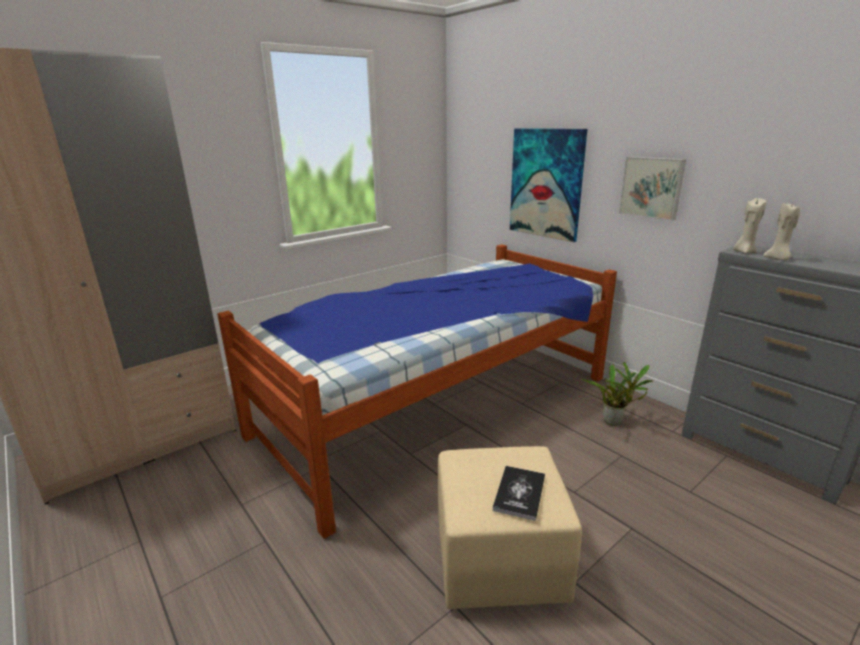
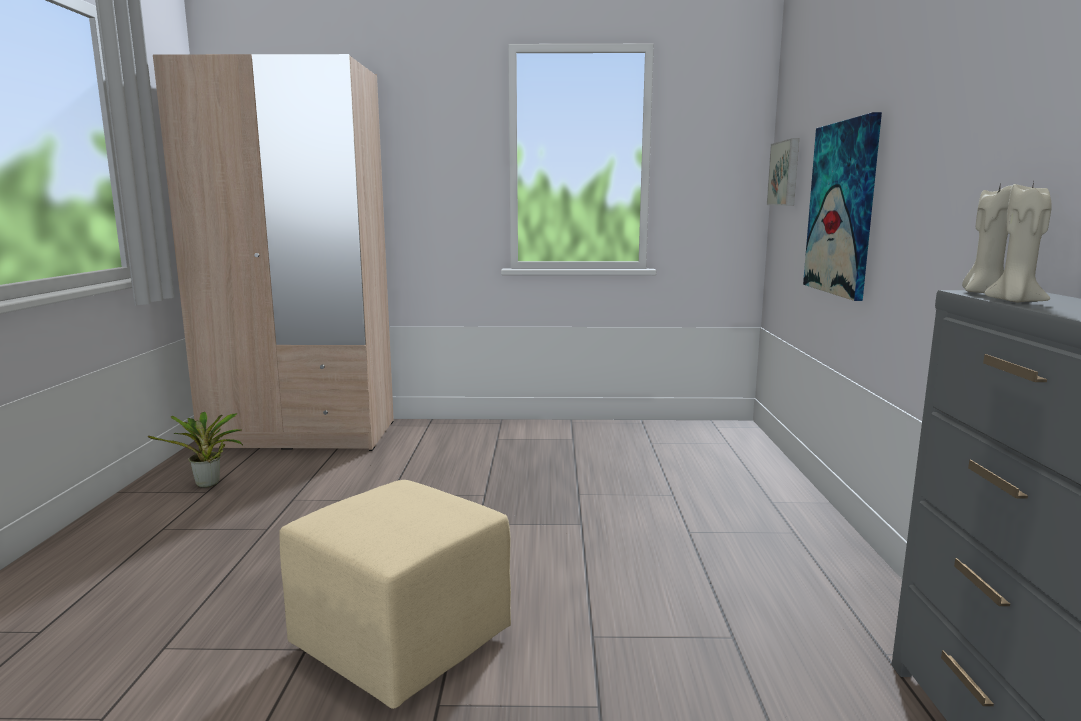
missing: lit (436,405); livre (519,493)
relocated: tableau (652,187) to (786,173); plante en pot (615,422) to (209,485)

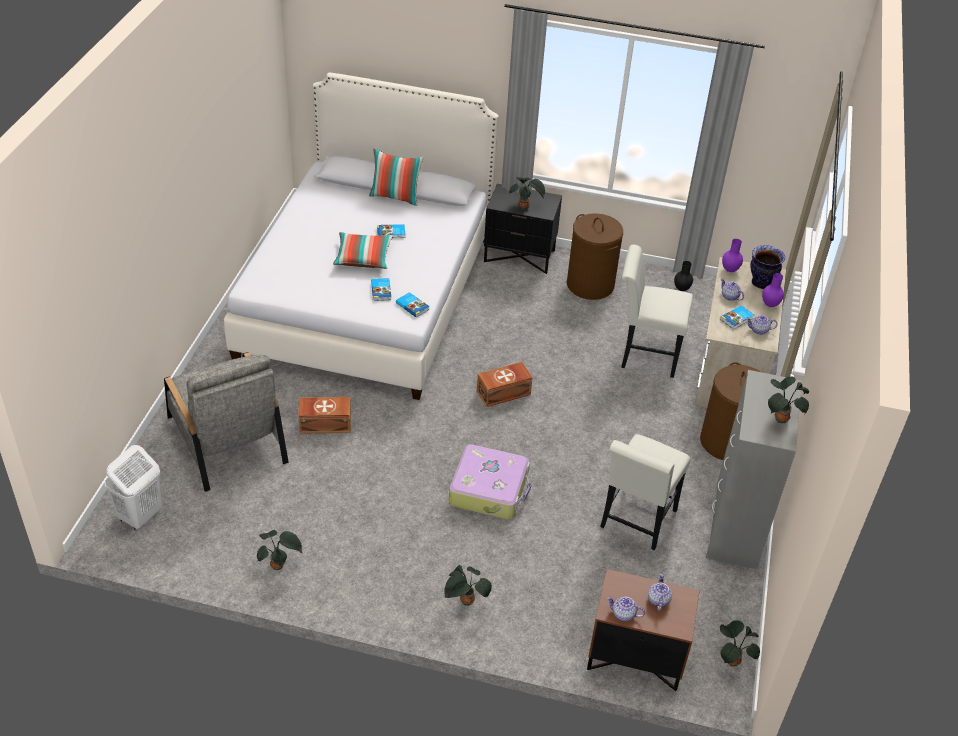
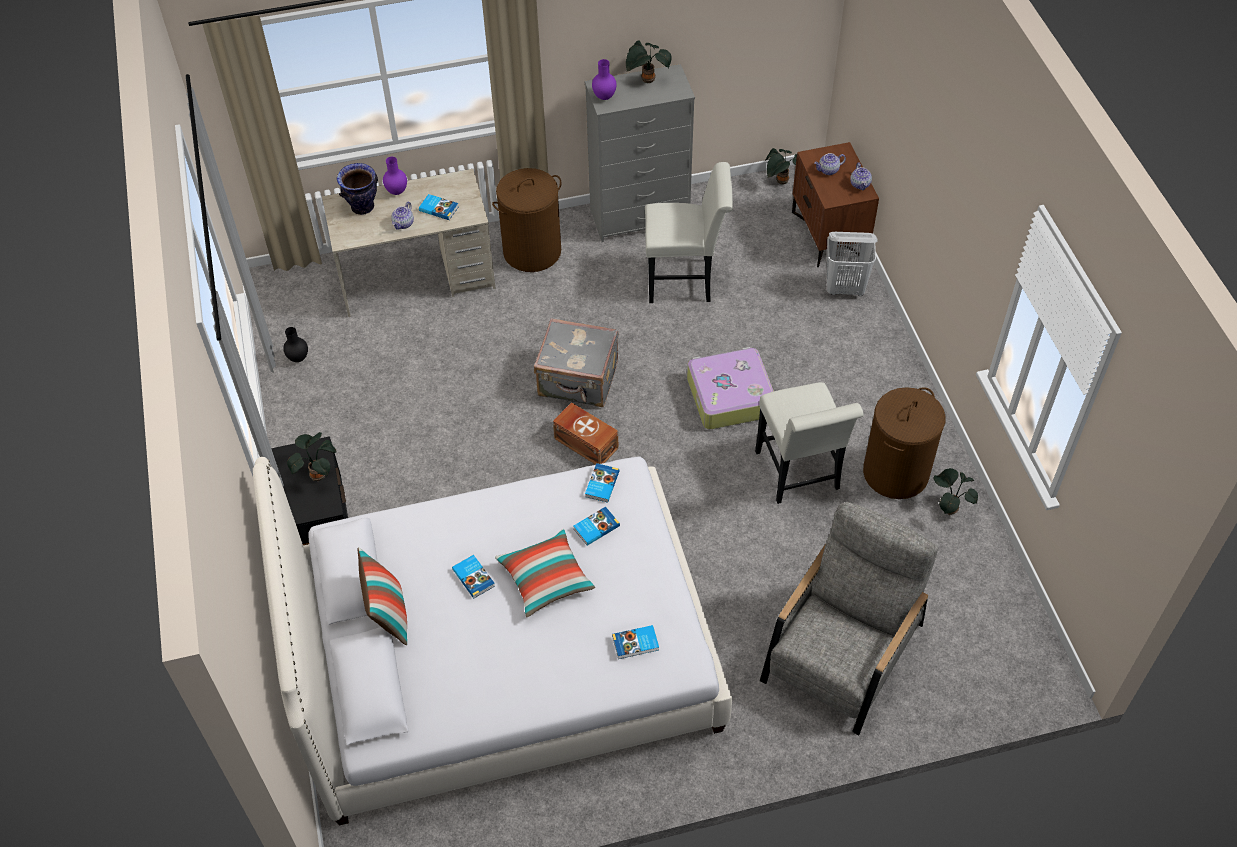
missing: théière (759,330); boîte de rangement (marron) (324,423); plante en pot (465,602)
appeared: valise (gris) (578,381); livre (636,644)
relocated: panier à linge (marron) (590,285) to (896,473); vase (violet) (729,270) to (605,97); chaise (blanc) (644,355) to (799,475); panier à linge (blanc) (140,516) to (845,288)

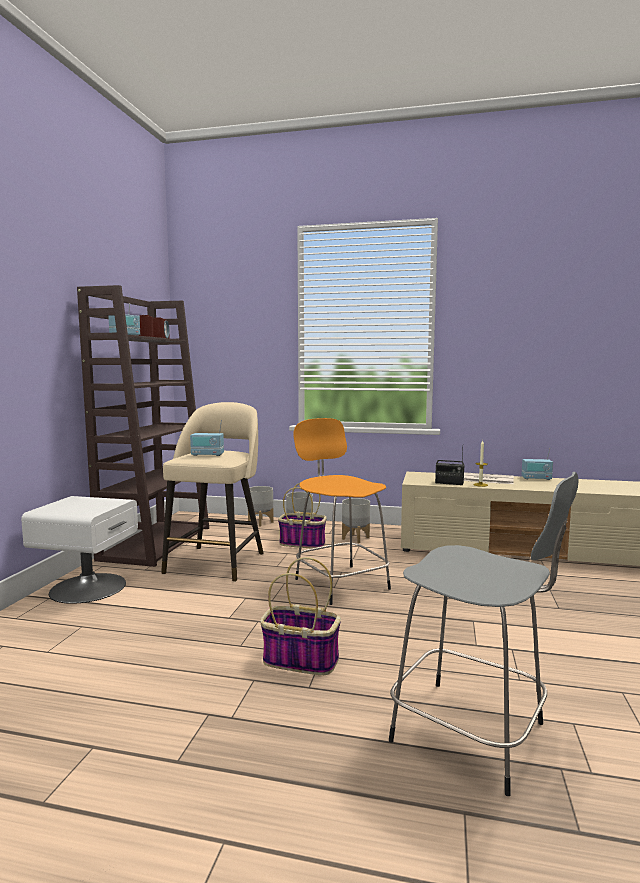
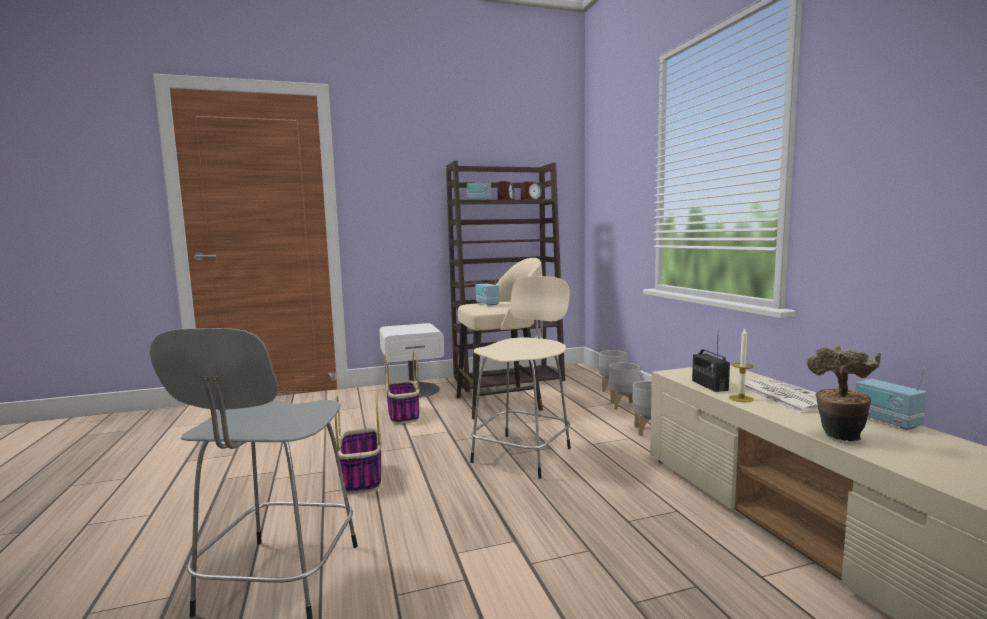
appeared: plante en pot (839,438)
relocated: panier (303,543) to (403,415)
colour: tabouret (orange) (340,582) to tabouret (beige) (523,453)

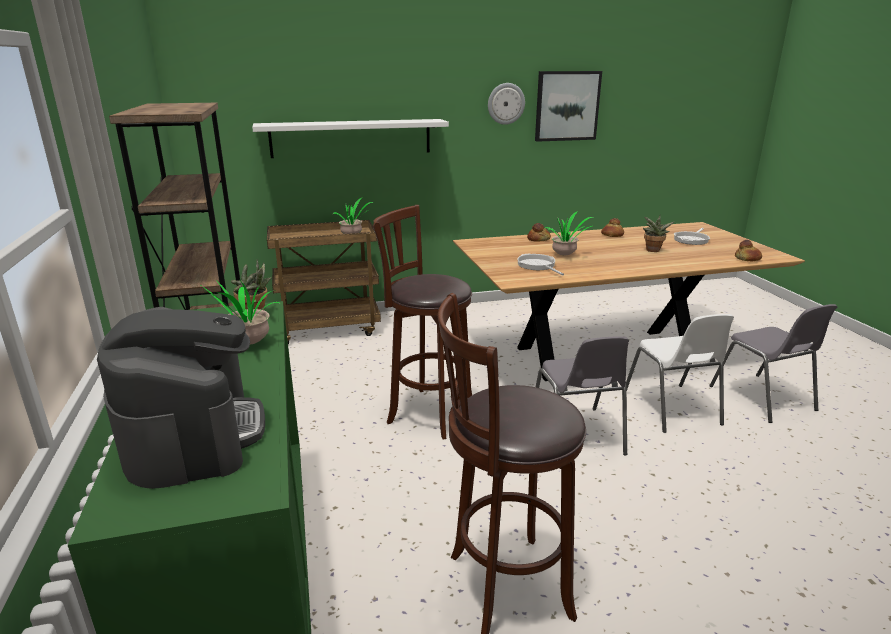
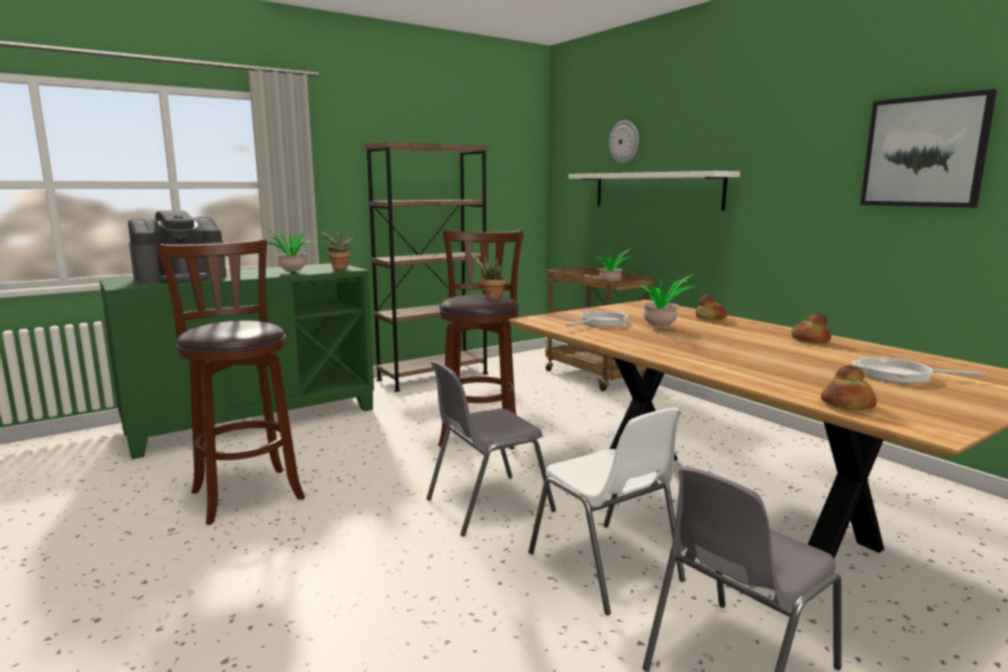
relocated: horloge murale (506,103) to (624,142); plante en pot (652,251) to (491,298)
spun: chaise (blanc) (672,409) = (606,567) 90 degrees counterclockwise

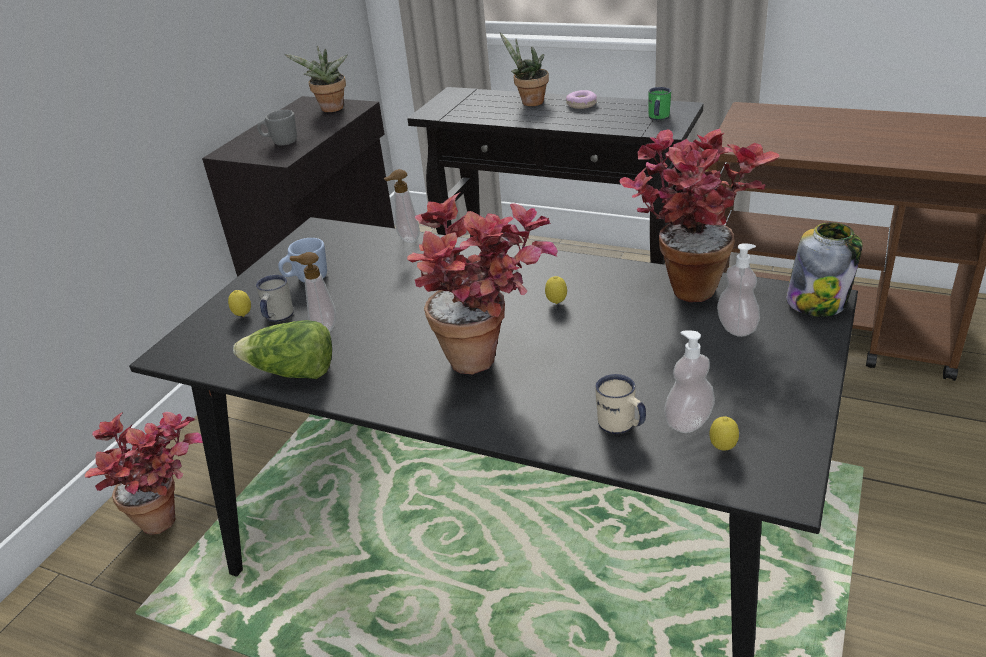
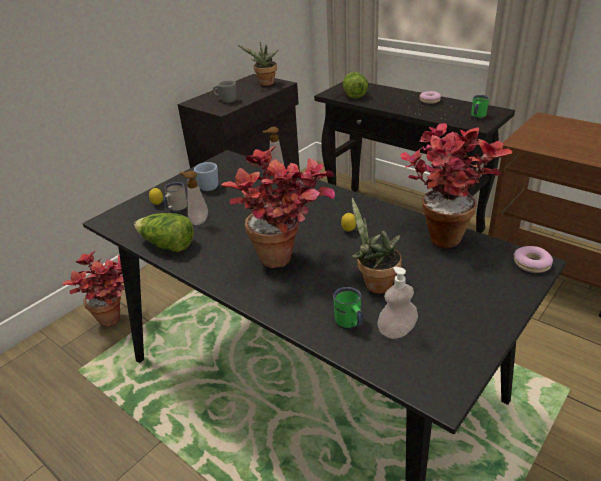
missing: distributeur de savon (736,328); citron (722,449)
appeared: laitue (354,94)
relocated: plante en pot (529,102) to (374,284)
exchanged: bocal (817,302) to beignet (531,264)
colour: mug (beige) (621,426) to mug (vert) (349,324)

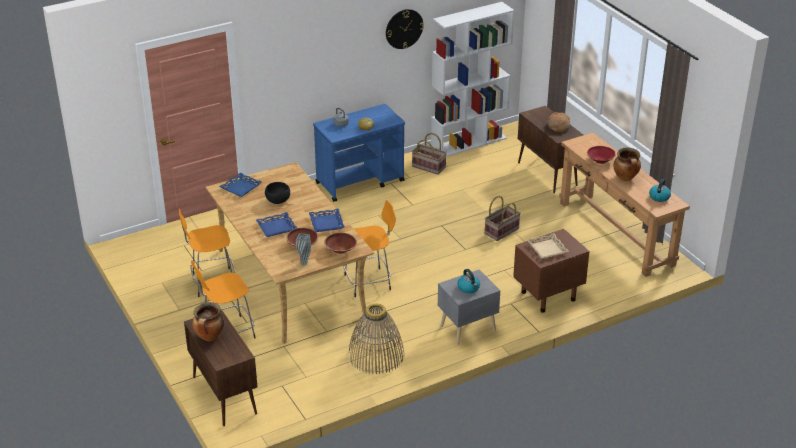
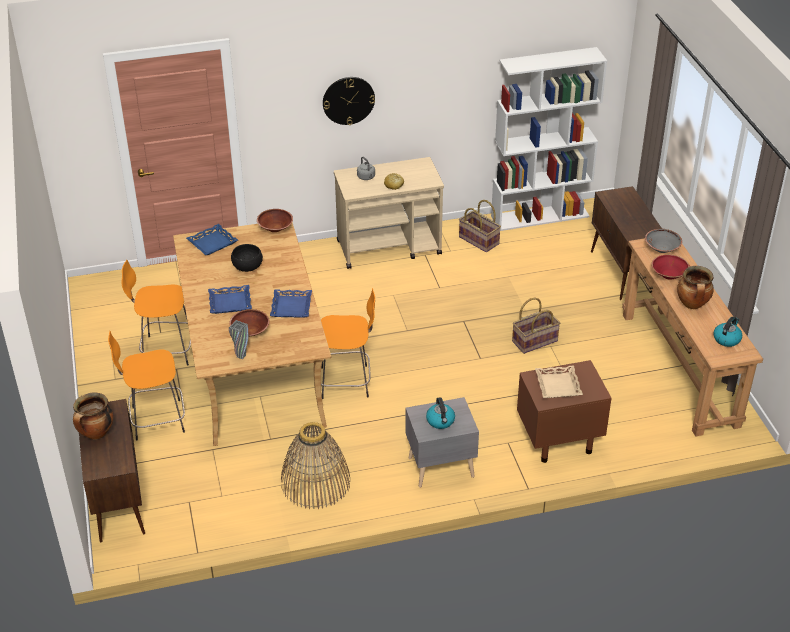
missing: pain (558,126)
appeared: bol (gris) (662,248)
relocated: horloge murale (404,28) to (348,100); bol (marron) (340,249) to (275,228)
colour: chariot (bleu) (360,182) to chariot (beige) (389,247)

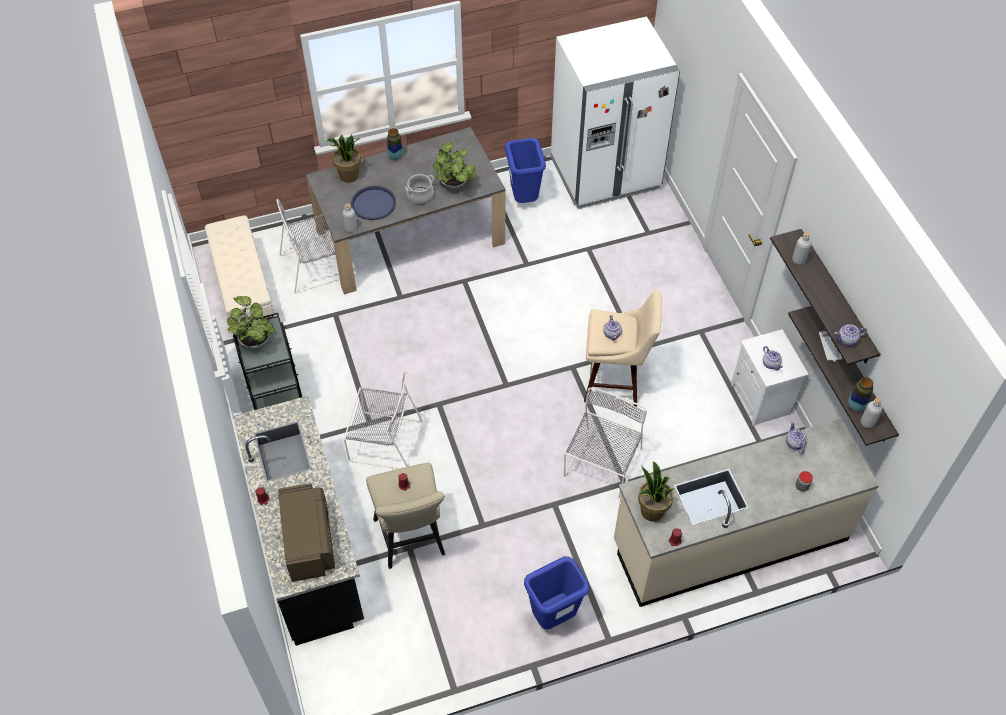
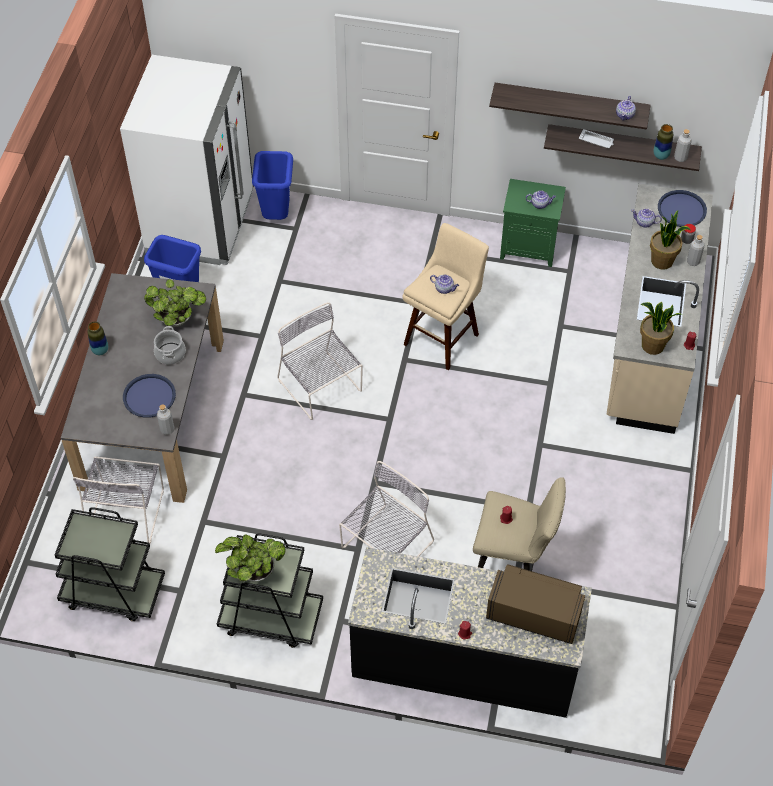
appeared: plateau (bleu) (682,209)
relocated: plante en pot (349,176) to (662,261); bouteille (gris) (798,260) to (693,261); chaise (gris) (601,465) to (321,387); poubelle (bleu) (554,616) to (276,215)
exchanged: banc (beige) (245,292) to chariot (noir) (113,592)
colour: table de chevet (blanc) (762,400) to table de chevet (vert) (529,247)

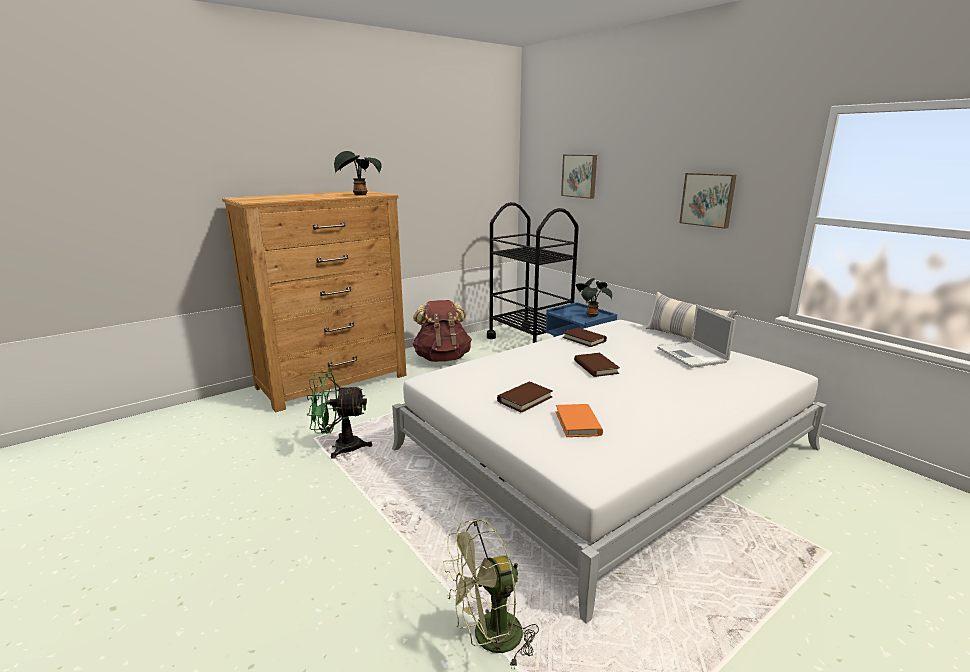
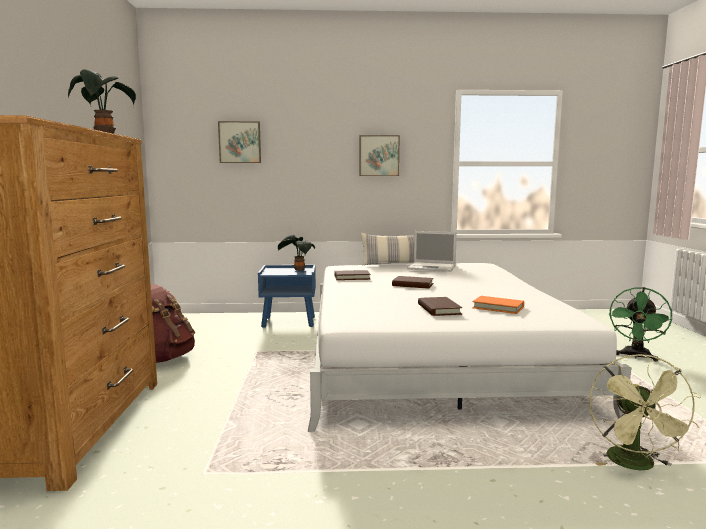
missing: chariot (noir) (529,342)
relocated: ventilateur (vert) (340,447) to (636,356)

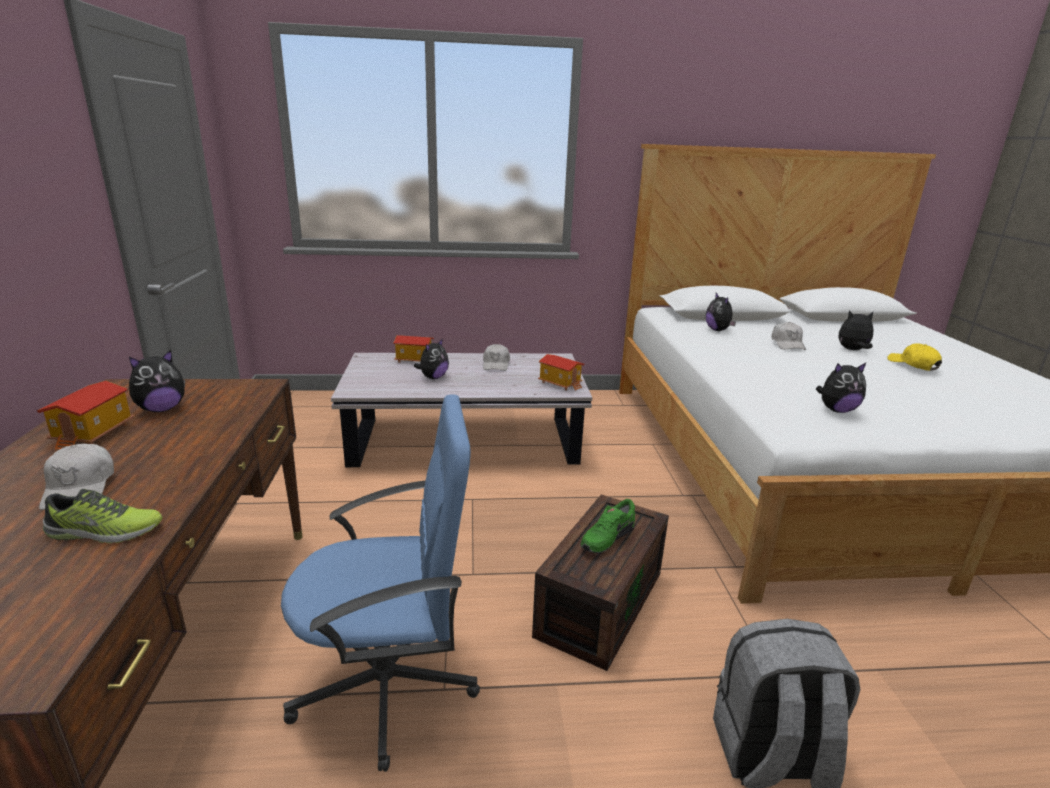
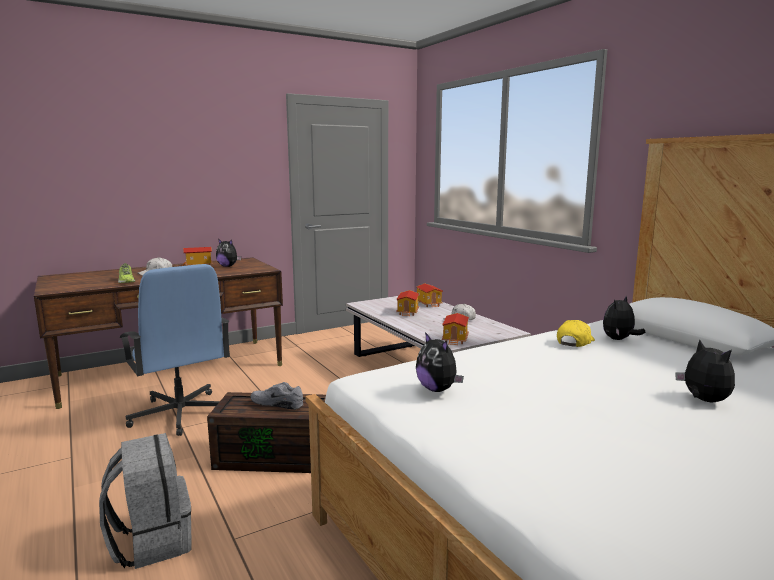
missing: casquette (blanc) (787,344)
relocated: casquette (jaune) (913,364) to (575,342)
exchanged: peluche (433,377) to maison miniature (408,312)
colour: chaussure (vert) (606,537) to chaussure (gris) (277,404)

